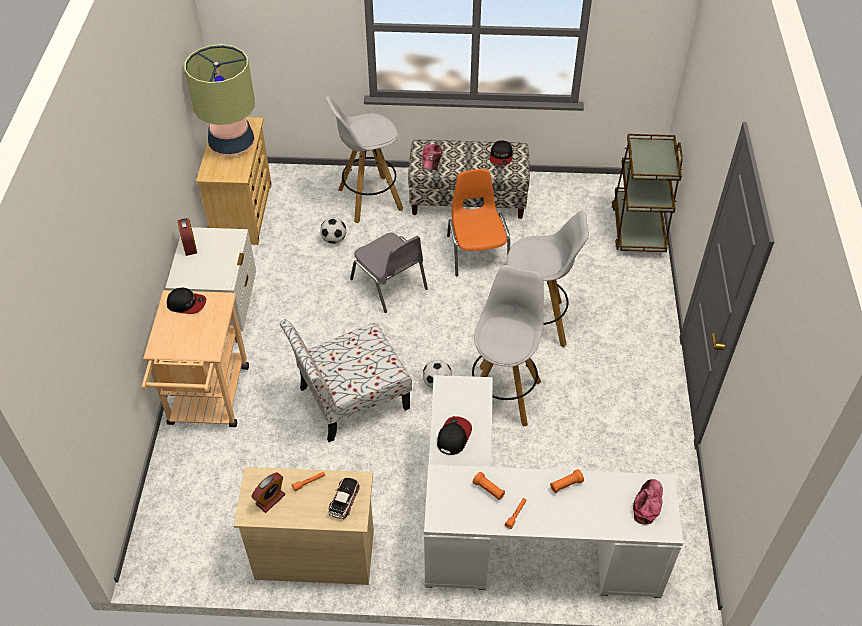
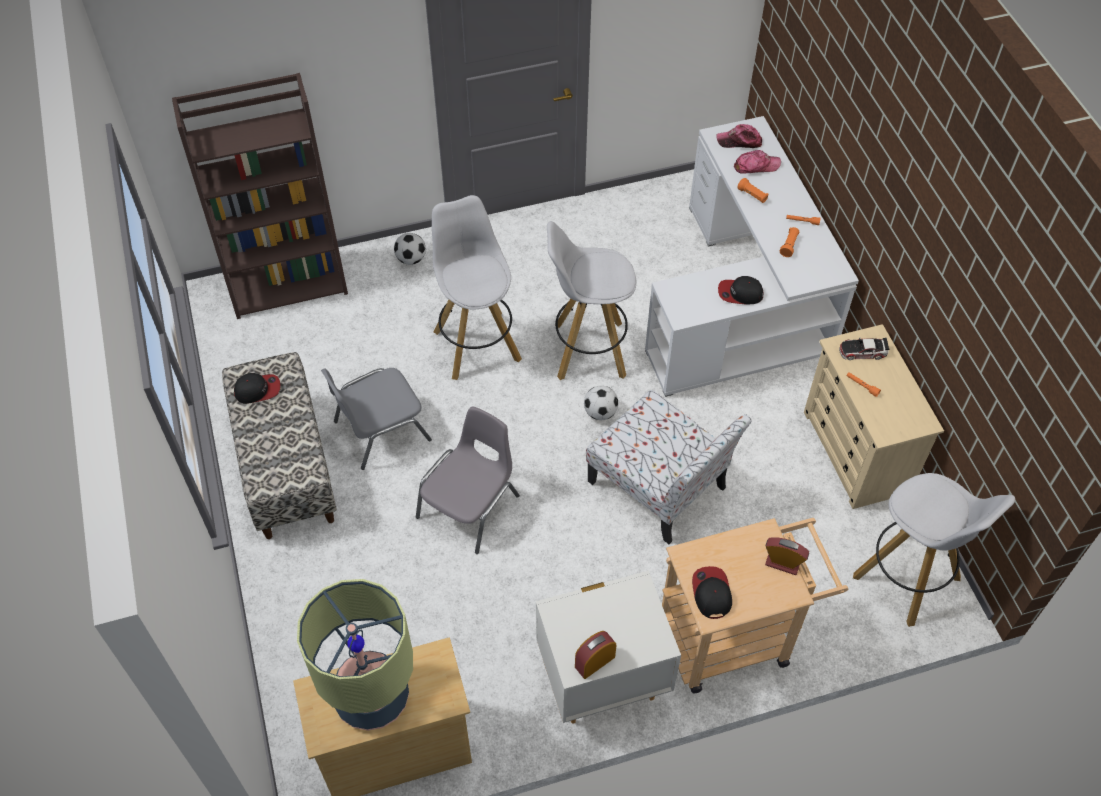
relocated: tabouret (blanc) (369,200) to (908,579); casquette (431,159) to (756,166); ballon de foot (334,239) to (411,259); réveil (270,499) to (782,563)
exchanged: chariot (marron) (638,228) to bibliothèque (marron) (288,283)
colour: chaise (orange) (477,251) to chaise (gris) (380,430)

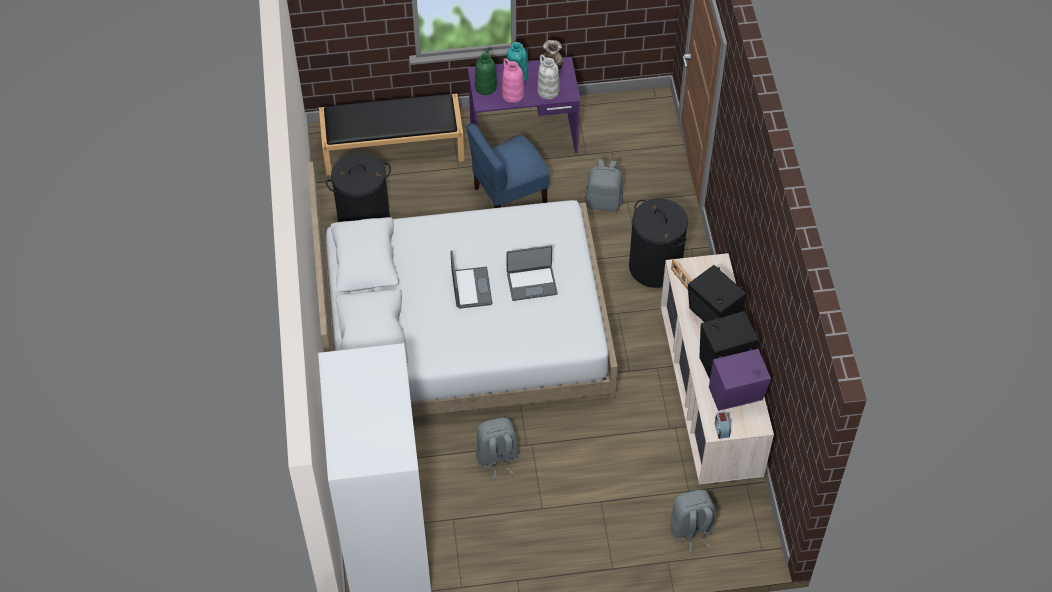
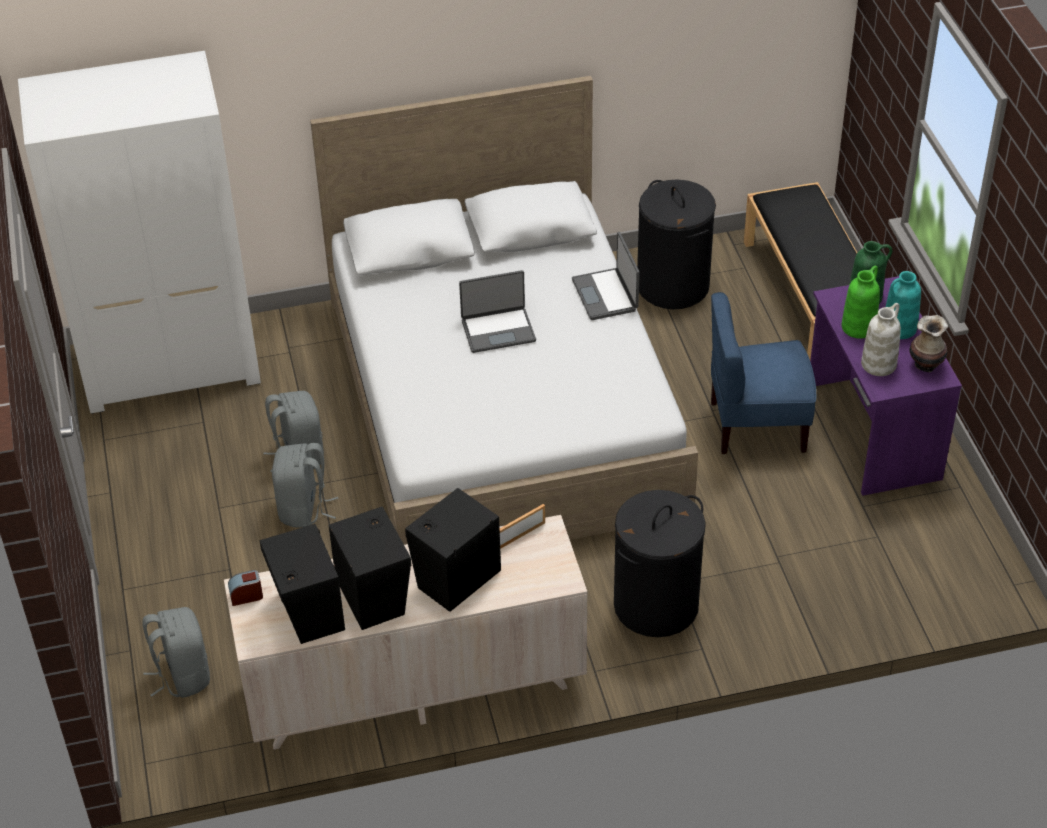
relocated: sac à dos (gris) (604,201) to (304,509); ordinateur portable (532,283) to (606,295)
colour: vase (rose) (512,94) to vase (vert) (858,326); enceinte (violet) (737,395) to enceinte (noir) (308,612)
spun: chaise (bleu) (509,195) = (756,426) 60 degrees counterclockwise

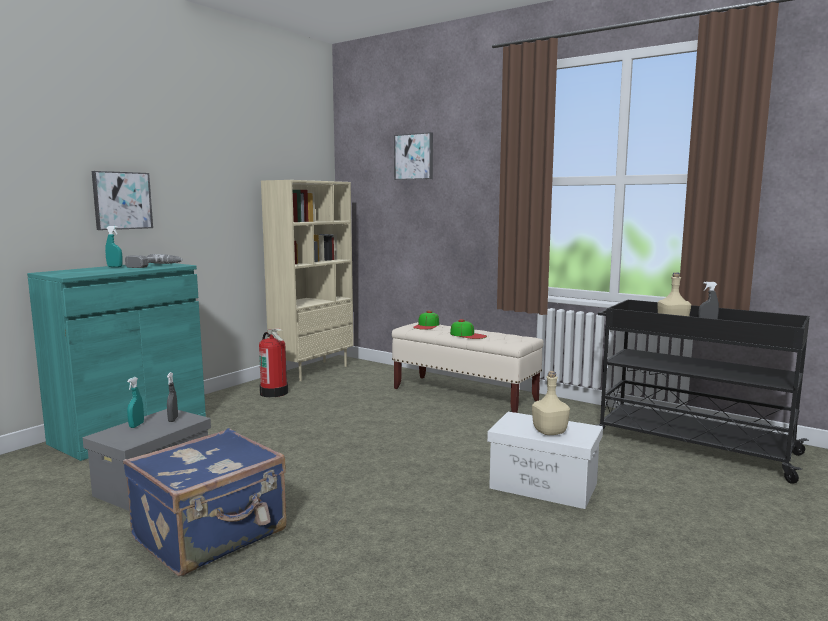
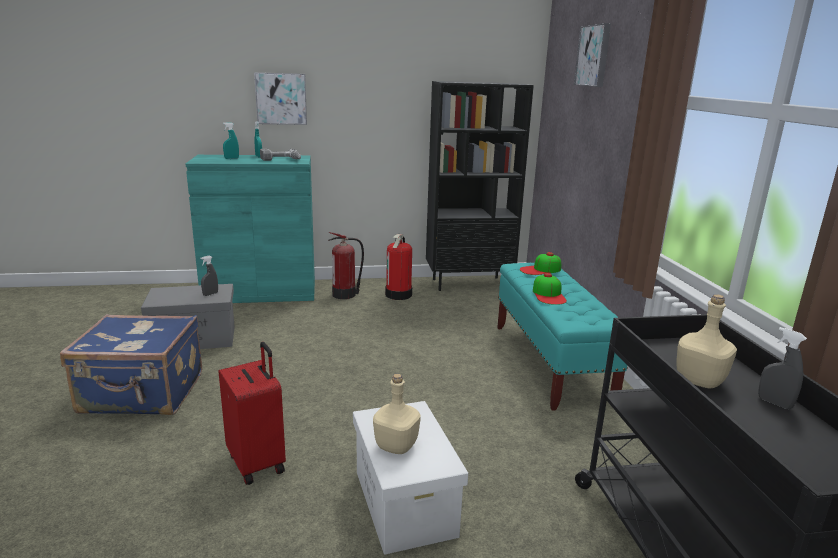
appeared: extincteur (345,294); valise (rouge) (258,462)
relocated: vaporisateur (turquoise) (136,425) to (231,158)
colour: bibliothèque (beige) (312,370) to bibliothèque (noir) (469,283); banc (beige) (464,395) to banc (turquoise) (550,363)

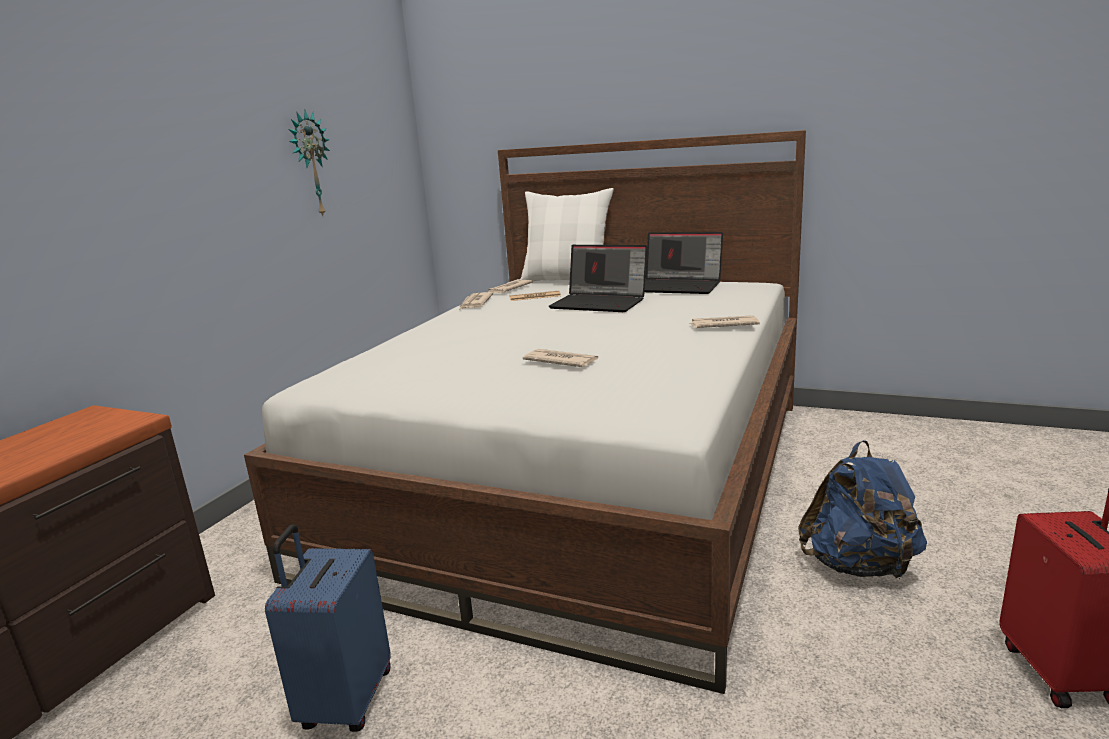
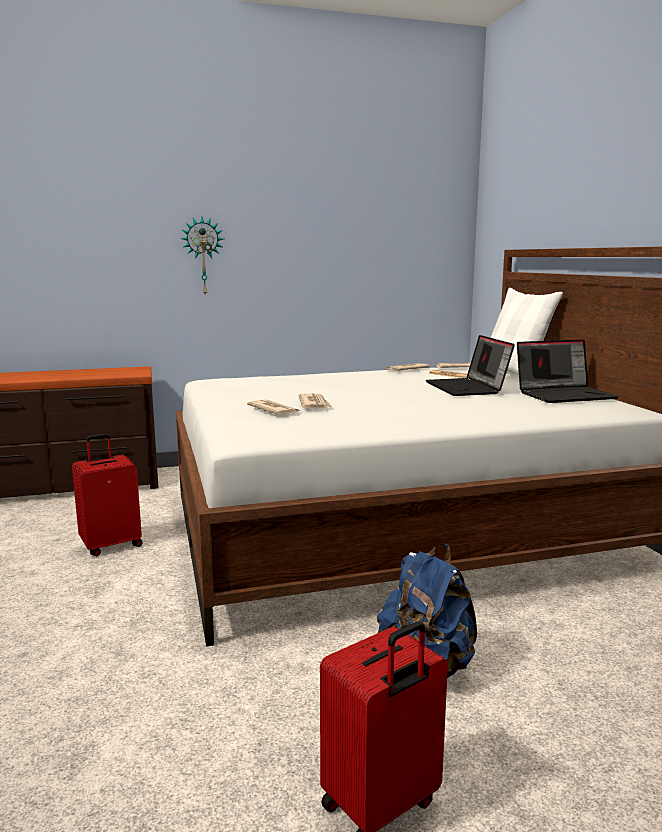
relocated: horloge murale (310,164) to (203,256); journal (723,325) to (273,410)
colour: valise (bleu) (345,700) to valise (rouge) (111,545)
spun: ordinateur portable (679,286) = (565,395) 90 degrees counterclockwise

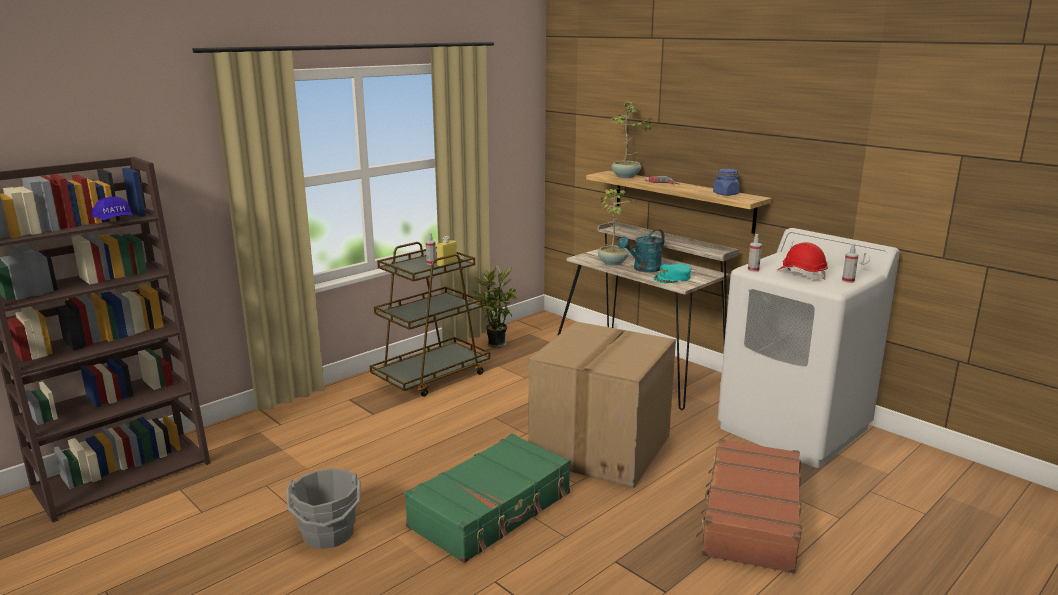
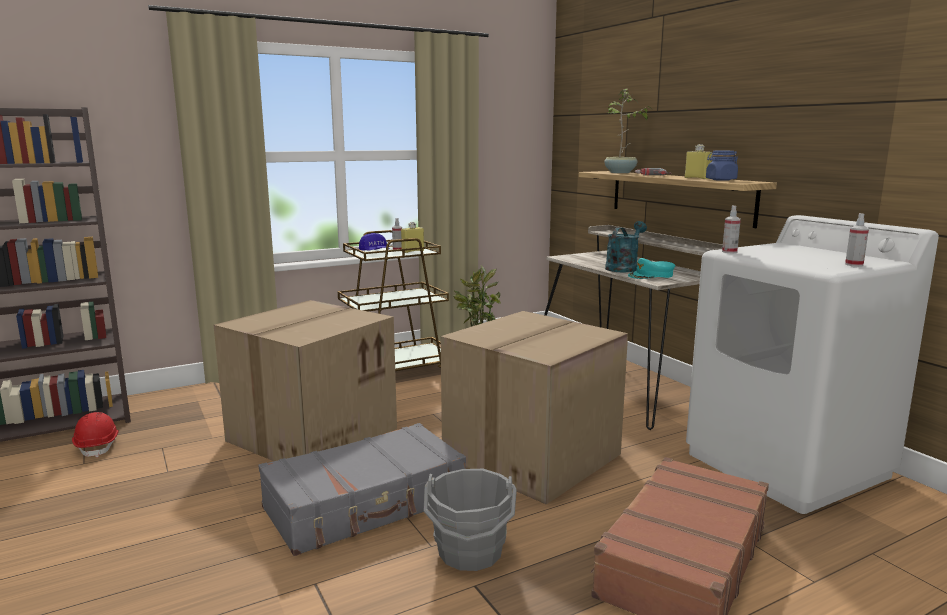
missing: plante en pot (613,262)
appeared: bouteille (jaune) (697,178); carton (313,433)
relocated: casquette (bleu) (114,221) to (375,252); casque de chantier (rouge) (801,274) to (98,446); seau (gris) (328,534) to (470,553)
colour: valise (vert) (492,510) to valise (gris) (366,504)
spun: arrosoir (turquoise) (643,269) = (623,268) 150 degrees clockwise

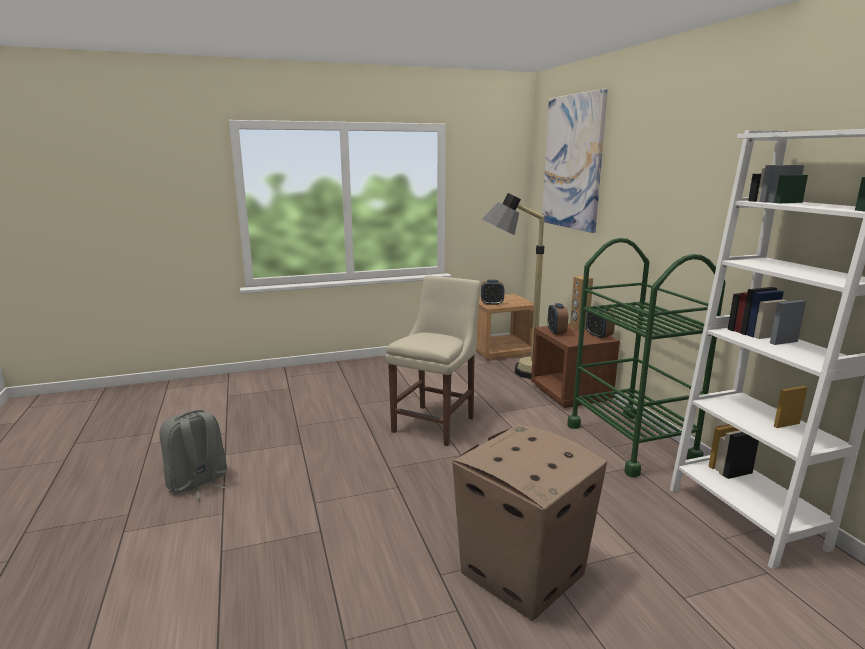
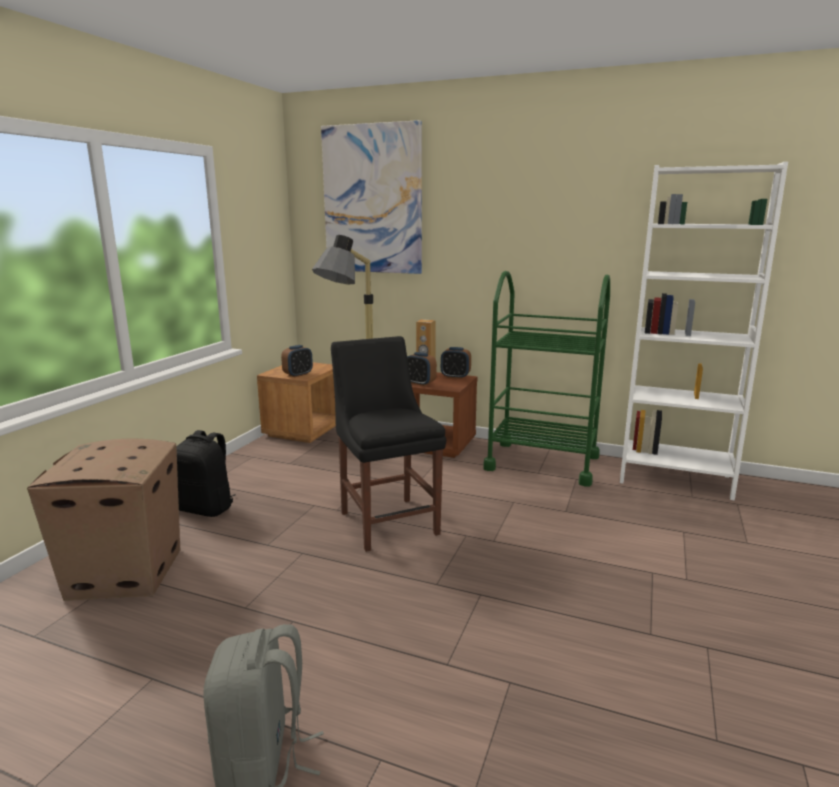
appeared: sac à dos (noir) (205,508)
relocated: carton (521,574) to (125,574)
colour: chaise (beige) (436,423) to chaise (noir) (387,520)

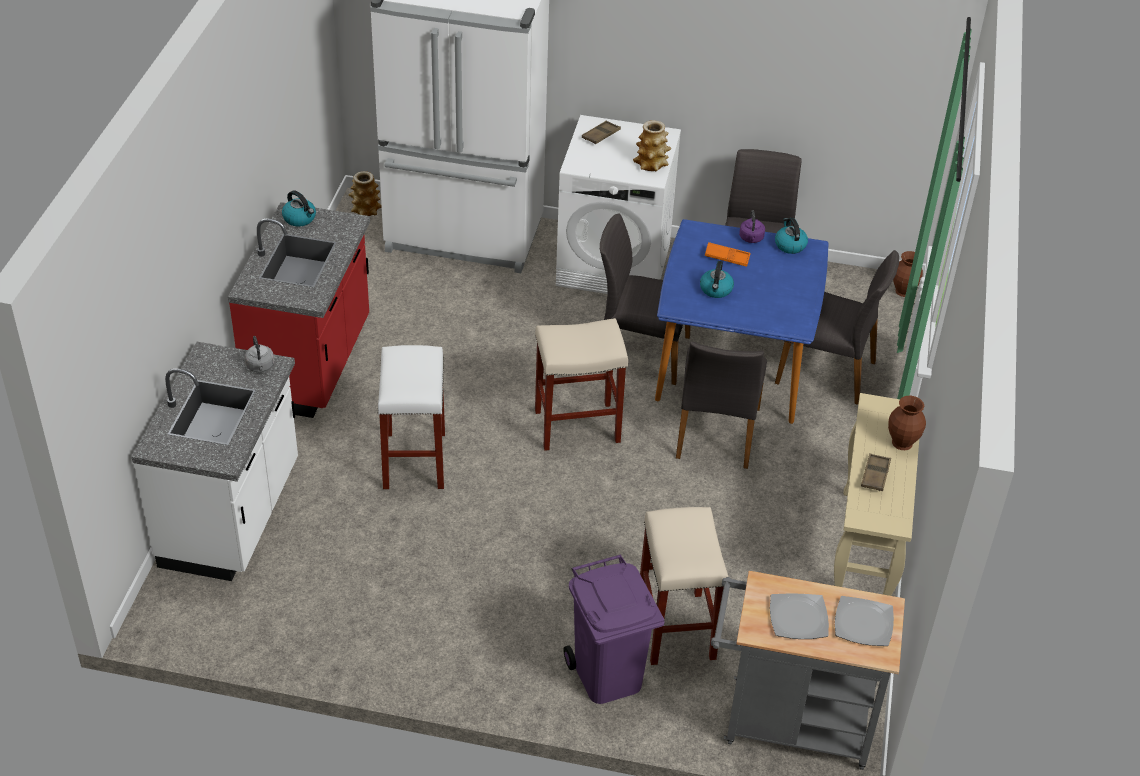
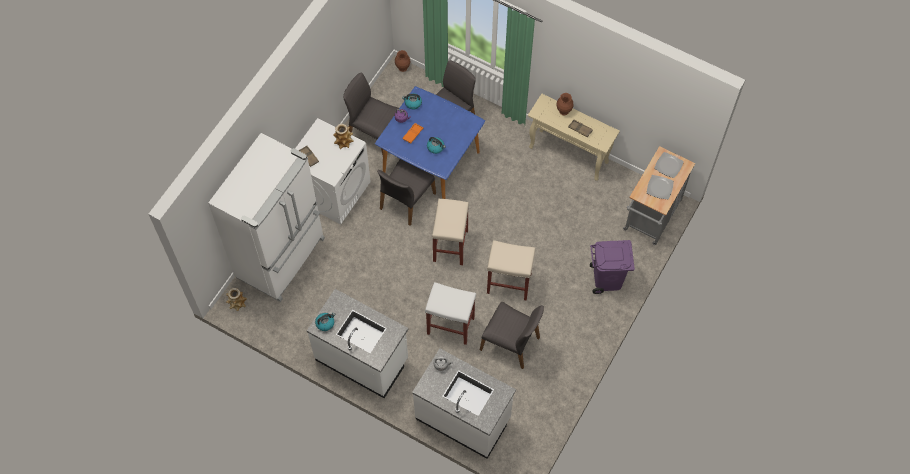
relocated: chaise (gris) (716,433) to (511,343); tabouret (beige) (675,627) to (508,283)
colour: comptoir de cuisine (rouge) (311,364) to comptoir de cuisine (blanc) (362,359)

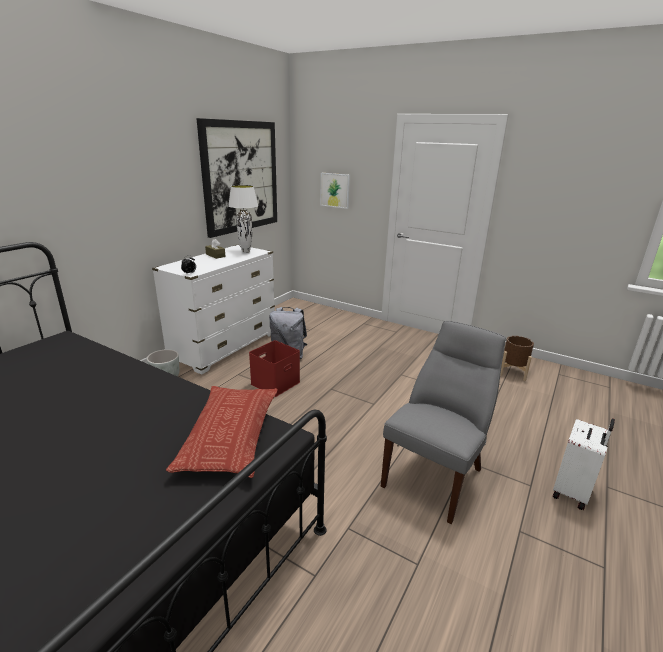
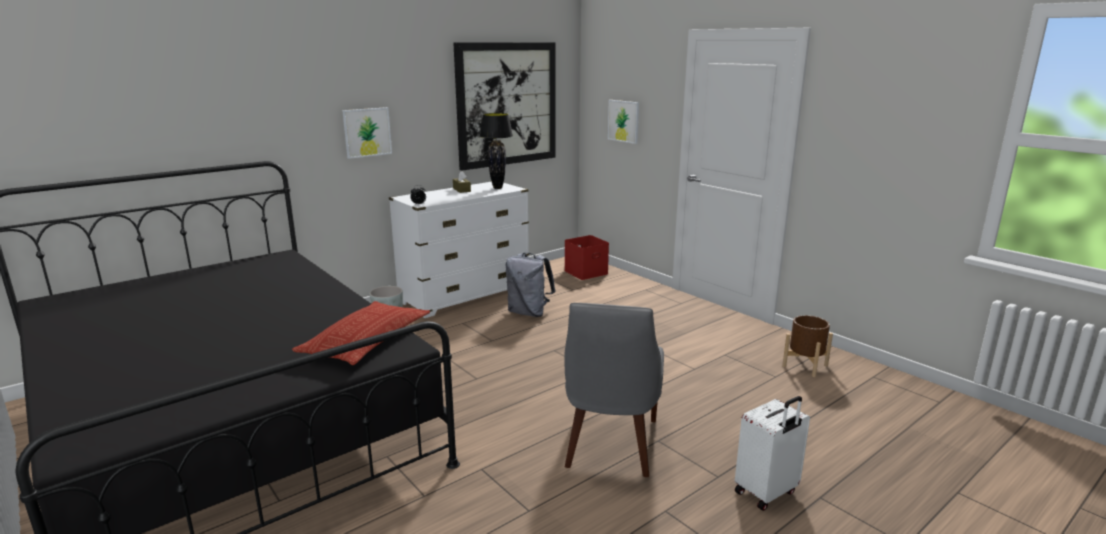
appeared: tableau (367,132)
relocated: boîte de rangement (rouge) (275,382) to (586,272)
colour: lampe de table (blanc) (246,251) to lampe de table (noir) (498,188)
spun: chaise (gris) (435,475) = (610,446) 135 degrees clockwise

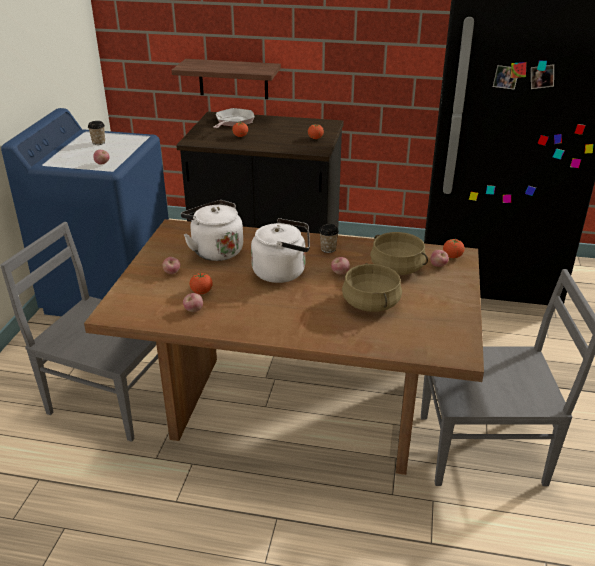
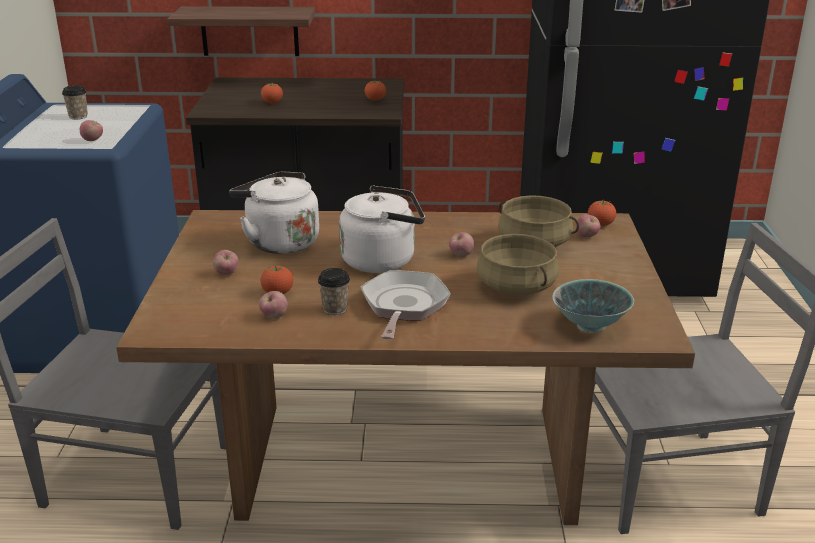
appeared: bol (590,326)
relocated: poêle (233,122) to (403,307); tasse (328,249) to (335,309)

